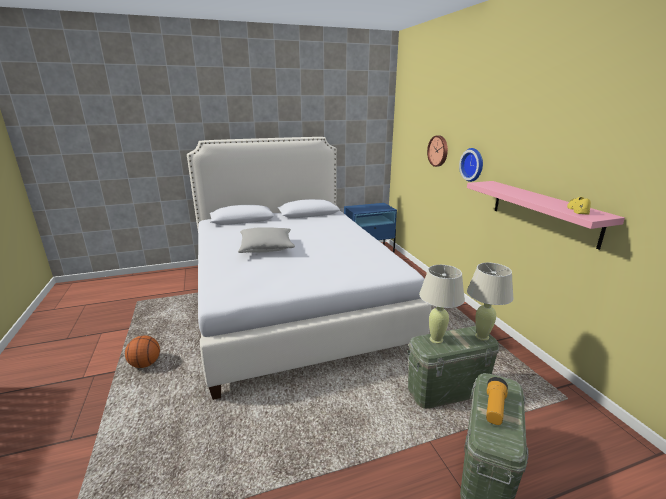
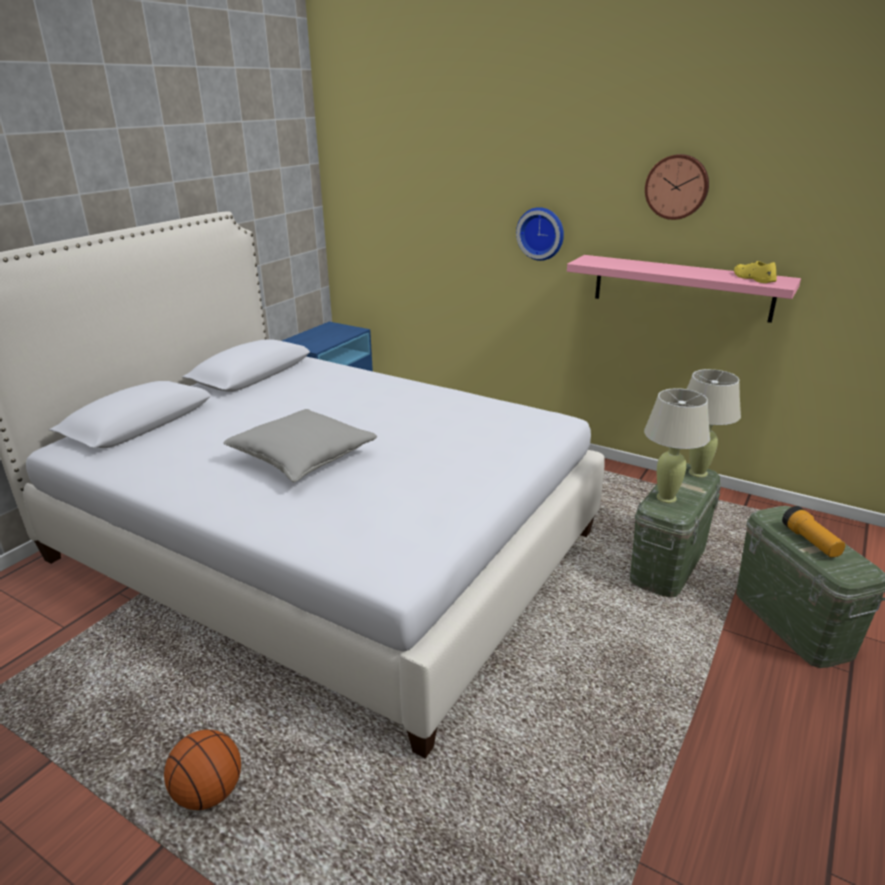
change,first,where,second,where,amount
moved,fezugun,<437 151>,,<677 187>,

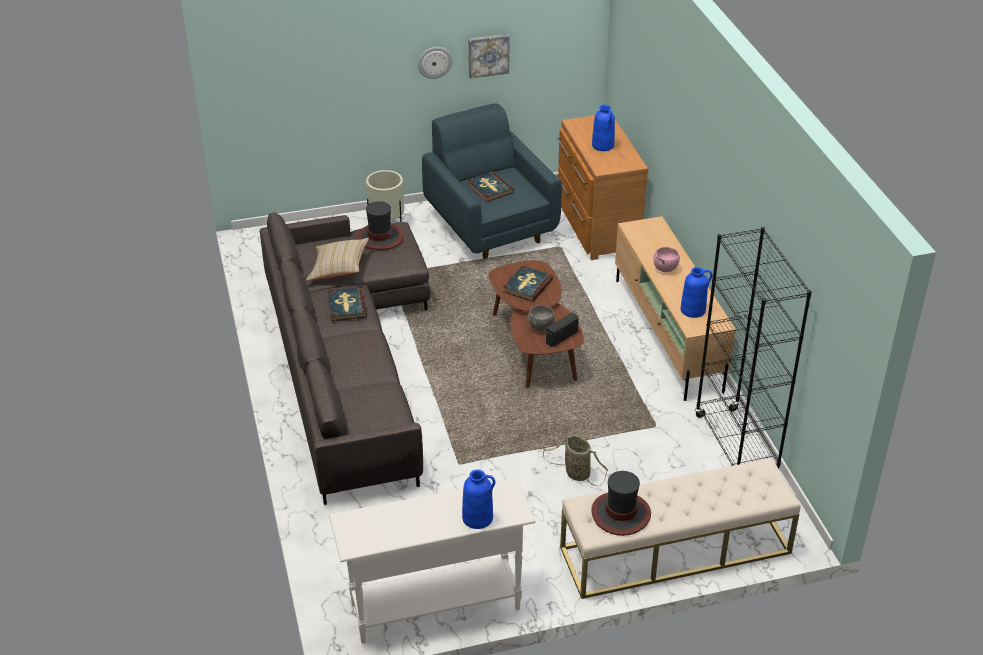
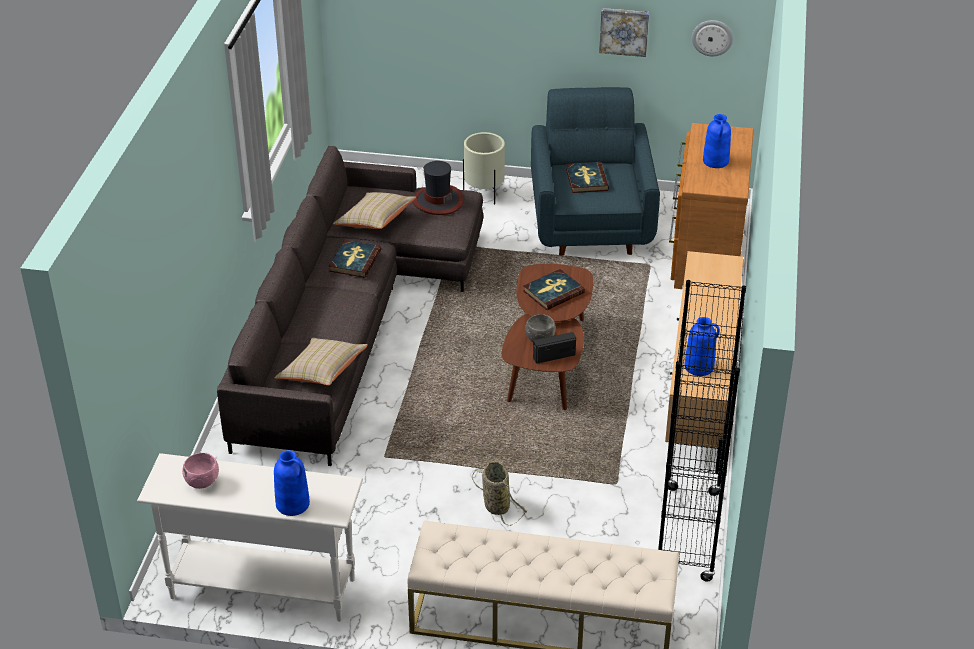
change,first,where,second,where,amount
moved,fezugun,<435 63>,,<712 38>,
removed,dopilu,<621 503>,,,
moved,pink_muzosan,<666 259>,,<200 471>,
added,,,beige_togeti,<321 361>,

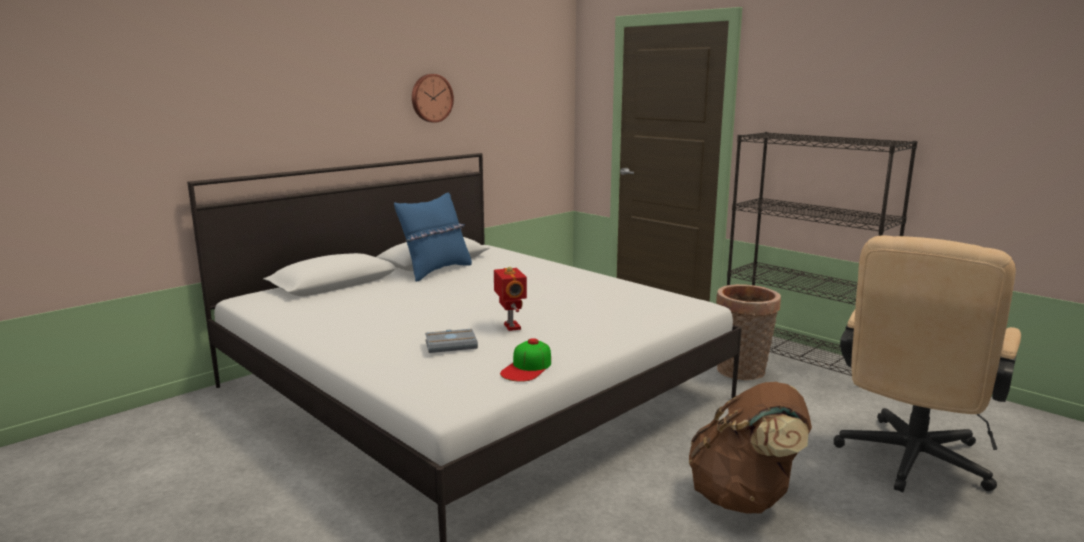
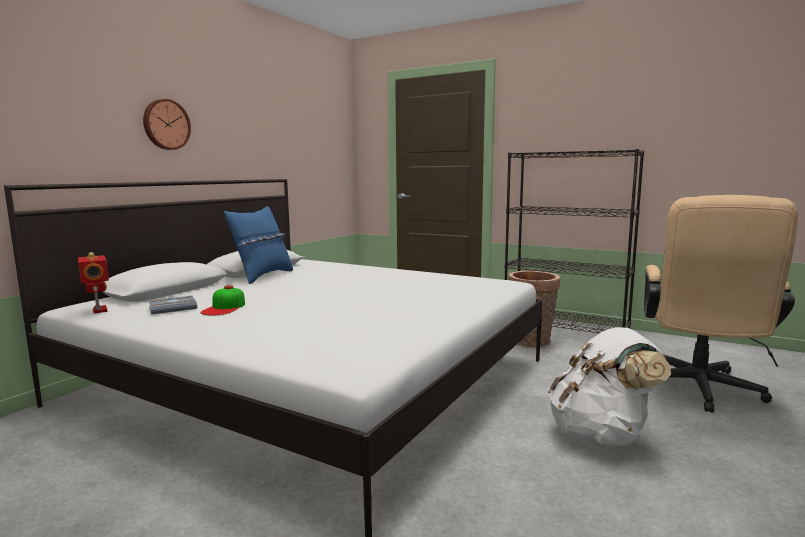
change,first,where,second,where,amount
moved,fezugun,<433 98>,,<167 124>,
moved,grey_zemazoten,<451 341>,,<173 305>,
moved,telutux,<510 299>,,<93 282>,
moved,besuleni,<525 360>,,<222 300>,
recoloured,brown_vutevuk,<750 447>,white_vutevuk,<609 386>,

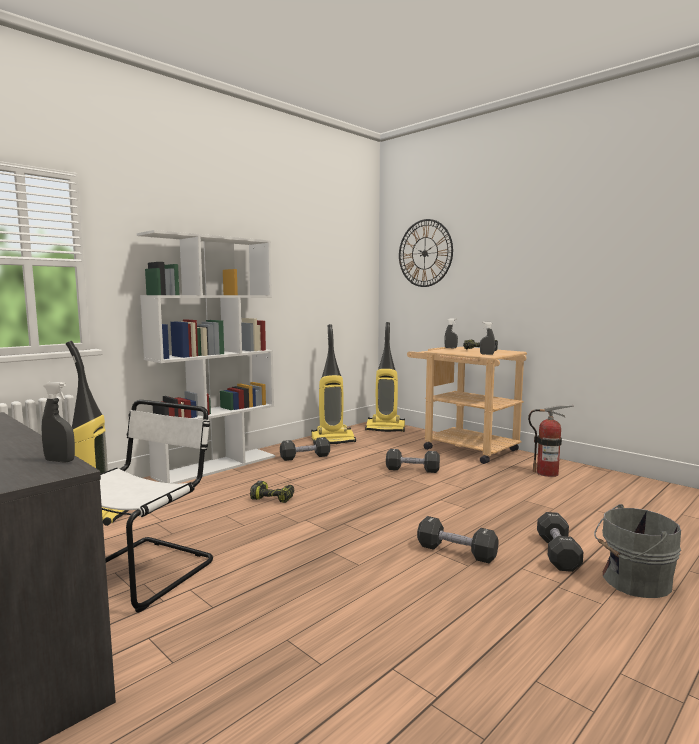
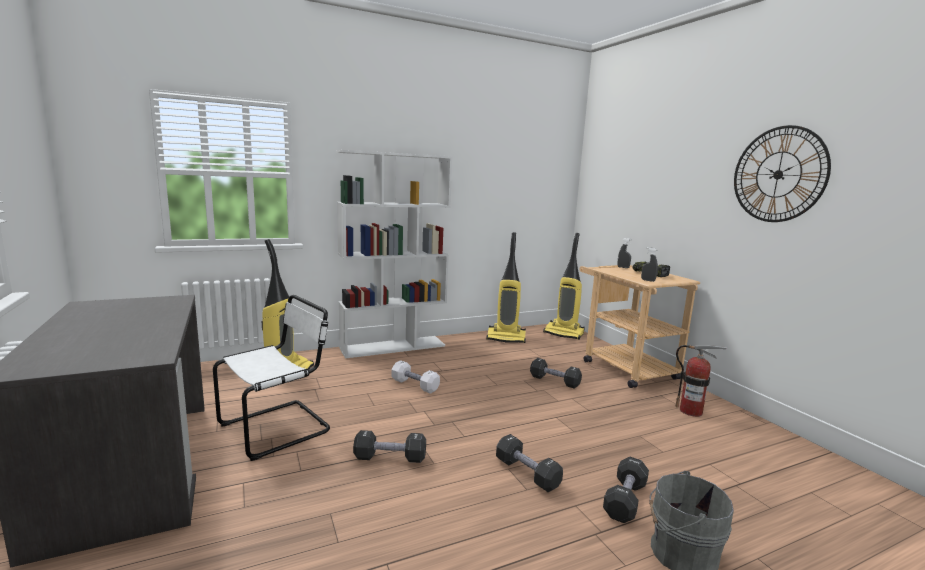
change,first,where,second,where,amount
removed,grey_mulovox,<58 422>,,,
replaced,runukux,<272 492>,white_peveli,<415 377>,
moved,black_peveli,<305 449>,,<389 446>,
moved,fezugun,<426 253>,,<782 173>,

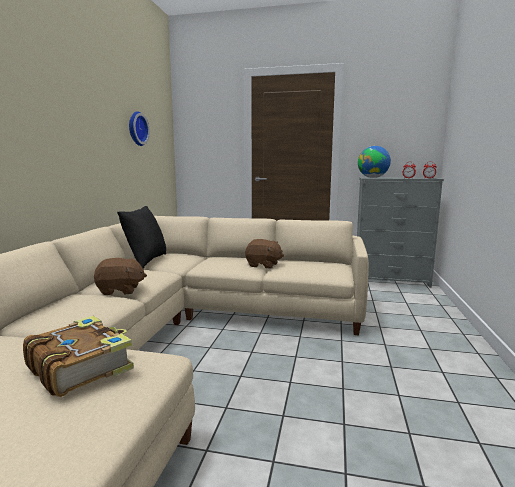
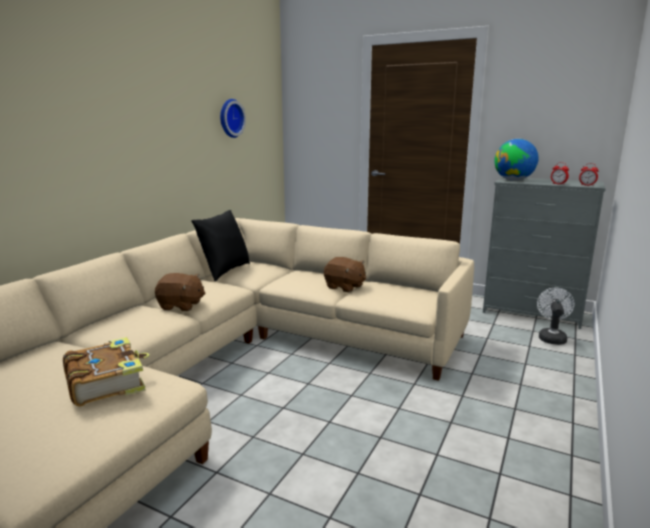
change,first,where,second,where,amount
added,,,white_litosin,<555 316>,

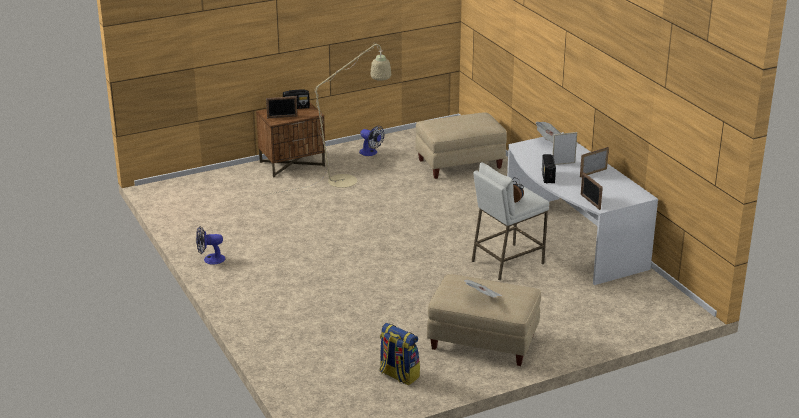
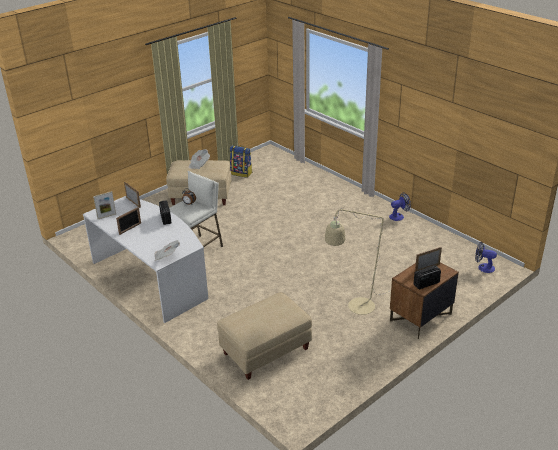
change,first,where,second,where,amount
moved,litosin,<371 141>,,<486 257>,
moved,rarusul,<564 148>,,<104 205>,

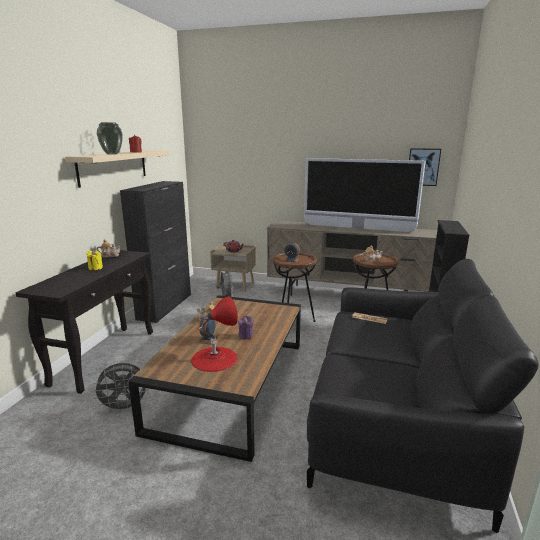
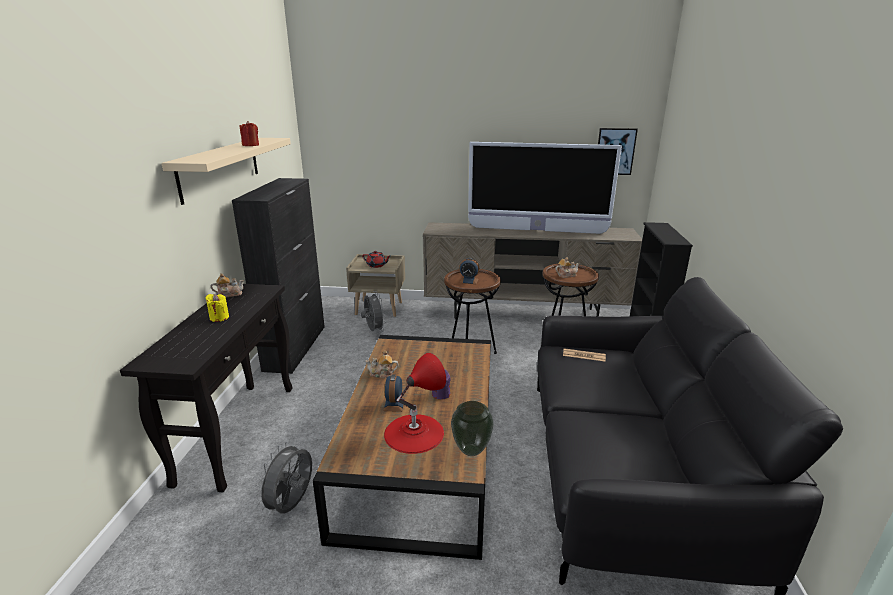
change,first,where,second,where,amount
turned,grey_litosin,<120 388>,,<283 477>,135 degrees clockwise
moved,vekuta,<110 138>,,<472 428>,

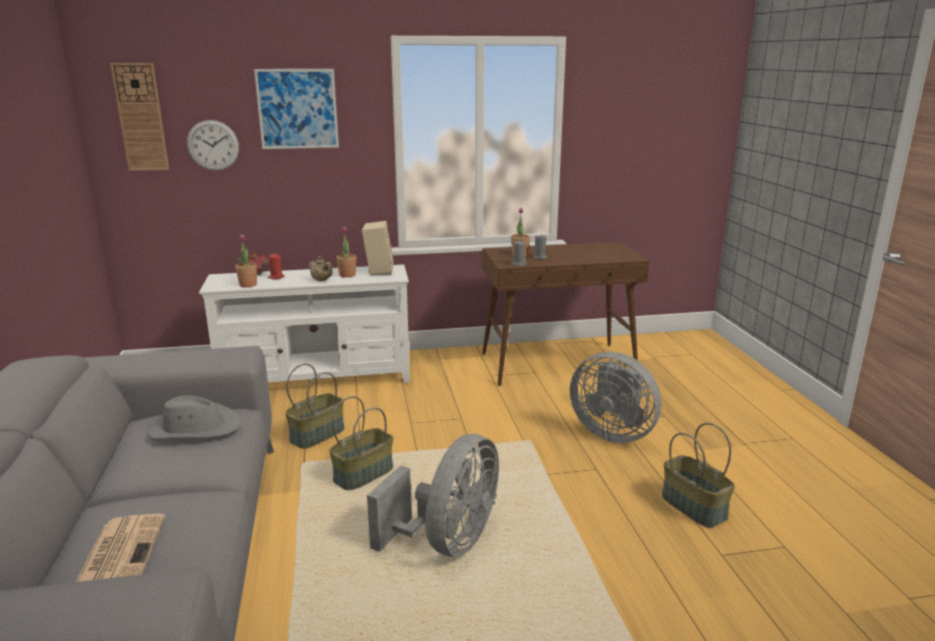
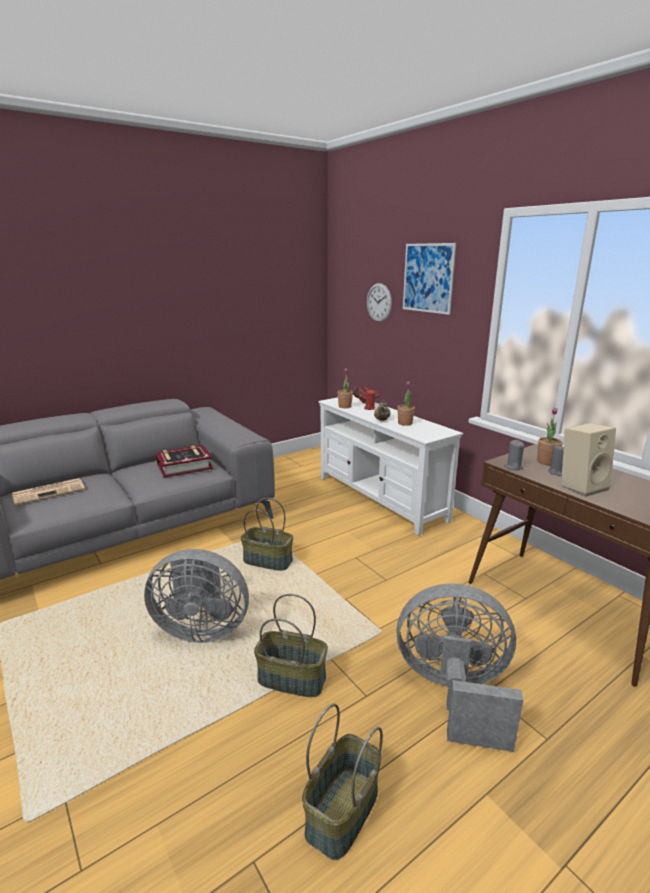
change,first,where,second,where,amount
removed,fezugun,<139 117>,,,
replaced,grey_dopilu,<194 417>,zemazoten,<184 461>,
moved,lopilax,<314 406>,,<291 645>,
moved,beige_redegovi,<378 248>,,<588 460>,
turned,grey_litosin,<615 397>,,<460 667>,90 degrees clockwise

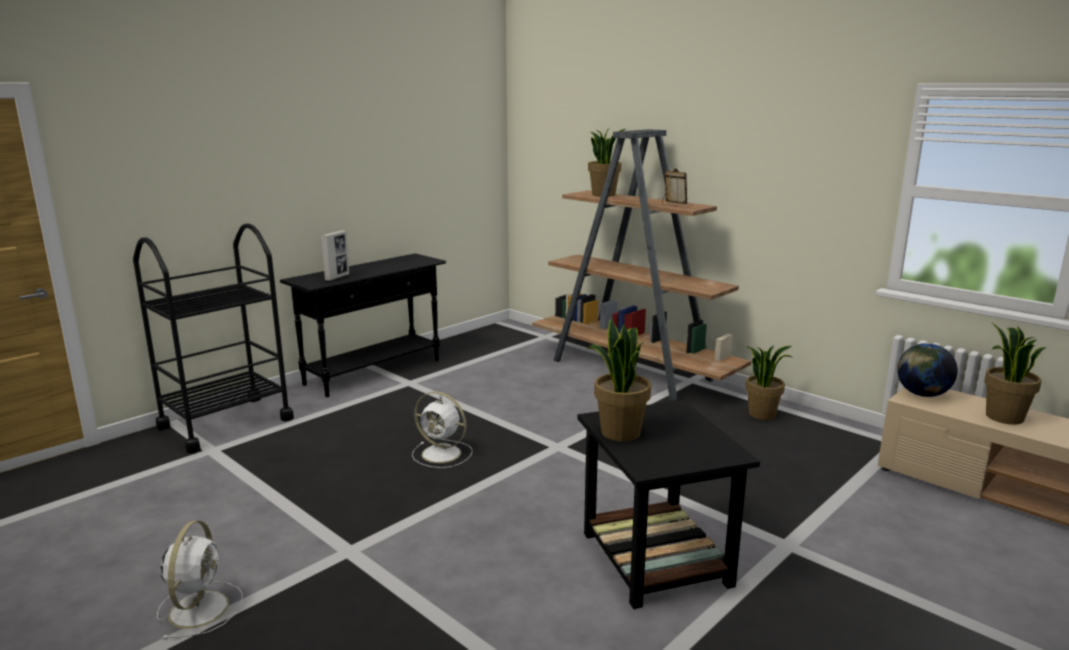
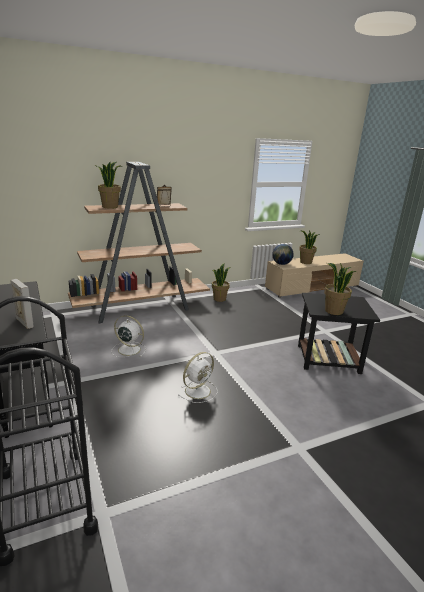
change,first,where,second,where,amount
moved,white_litosin,<200 580>,,<128 336>,

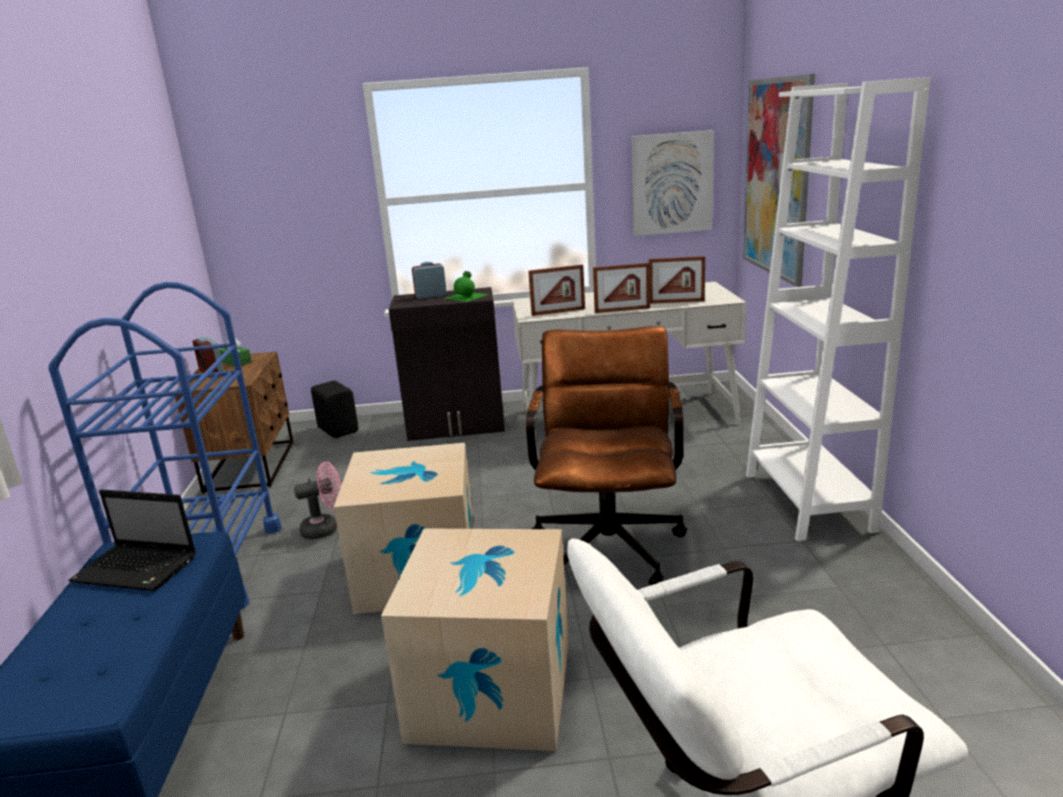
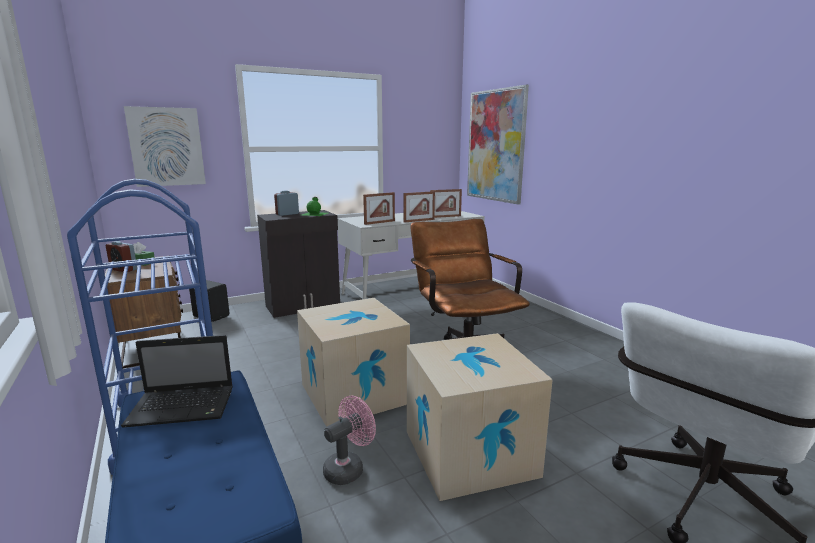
change,first,where,second,where,amount
moved,pink_litosin,<317 501>,,<349 440>,
moved,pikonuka,<672 183>,,<165 146>,
removed,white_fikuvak,<838 309>,,,

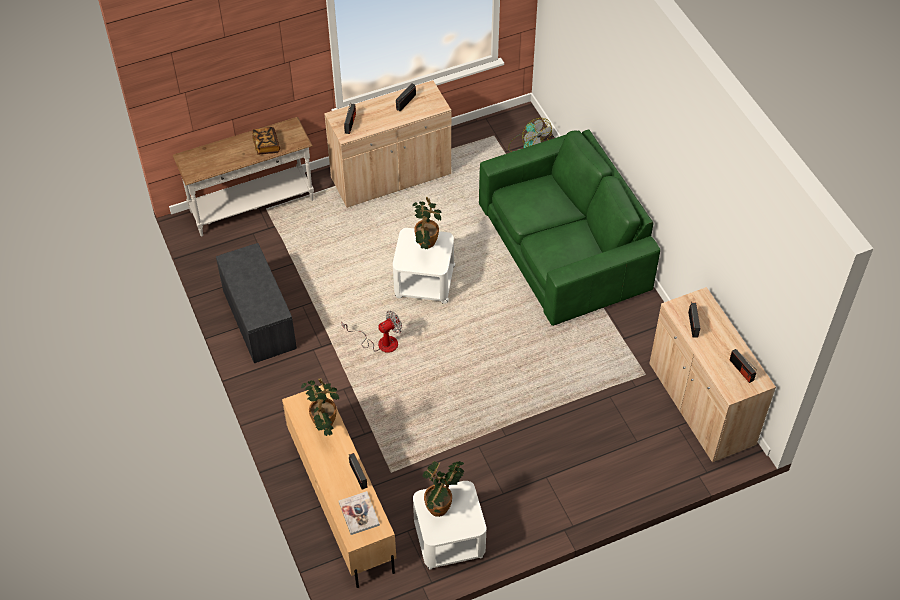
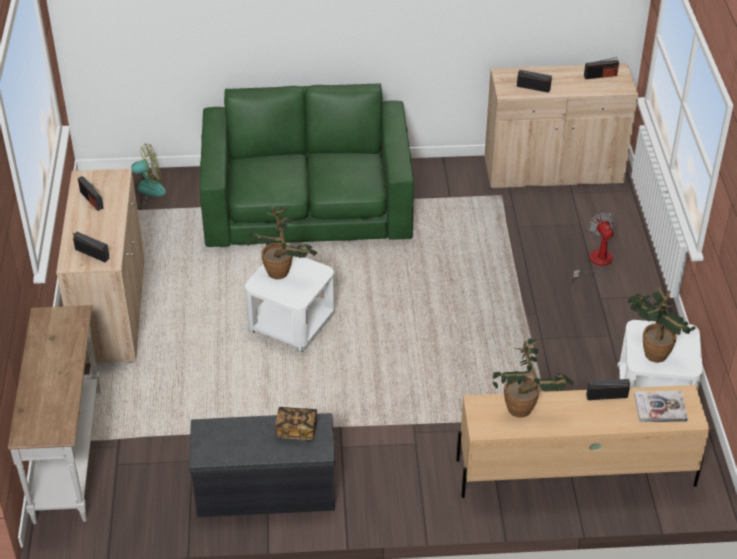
change,first,where,second,where,amount
moved,zemazoten,<266 140>,,<296 423>,
moved,litosin,<371 332>,,<594 247>,

